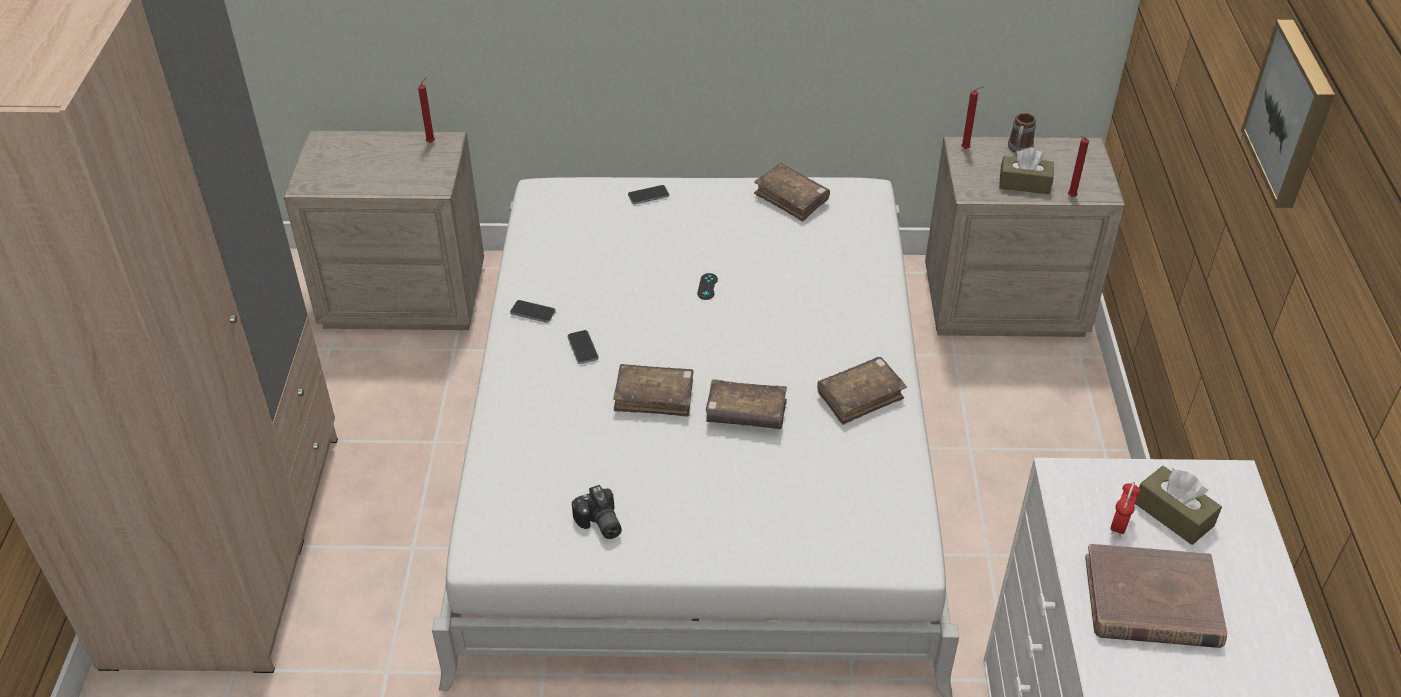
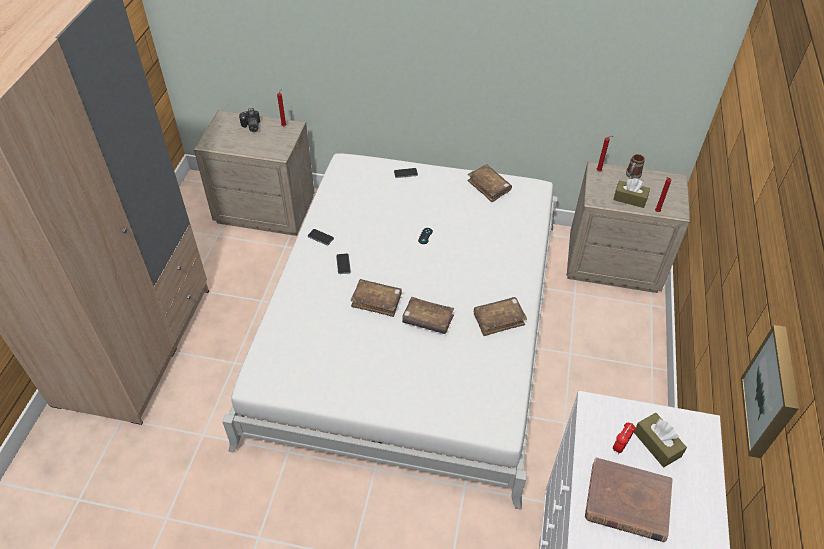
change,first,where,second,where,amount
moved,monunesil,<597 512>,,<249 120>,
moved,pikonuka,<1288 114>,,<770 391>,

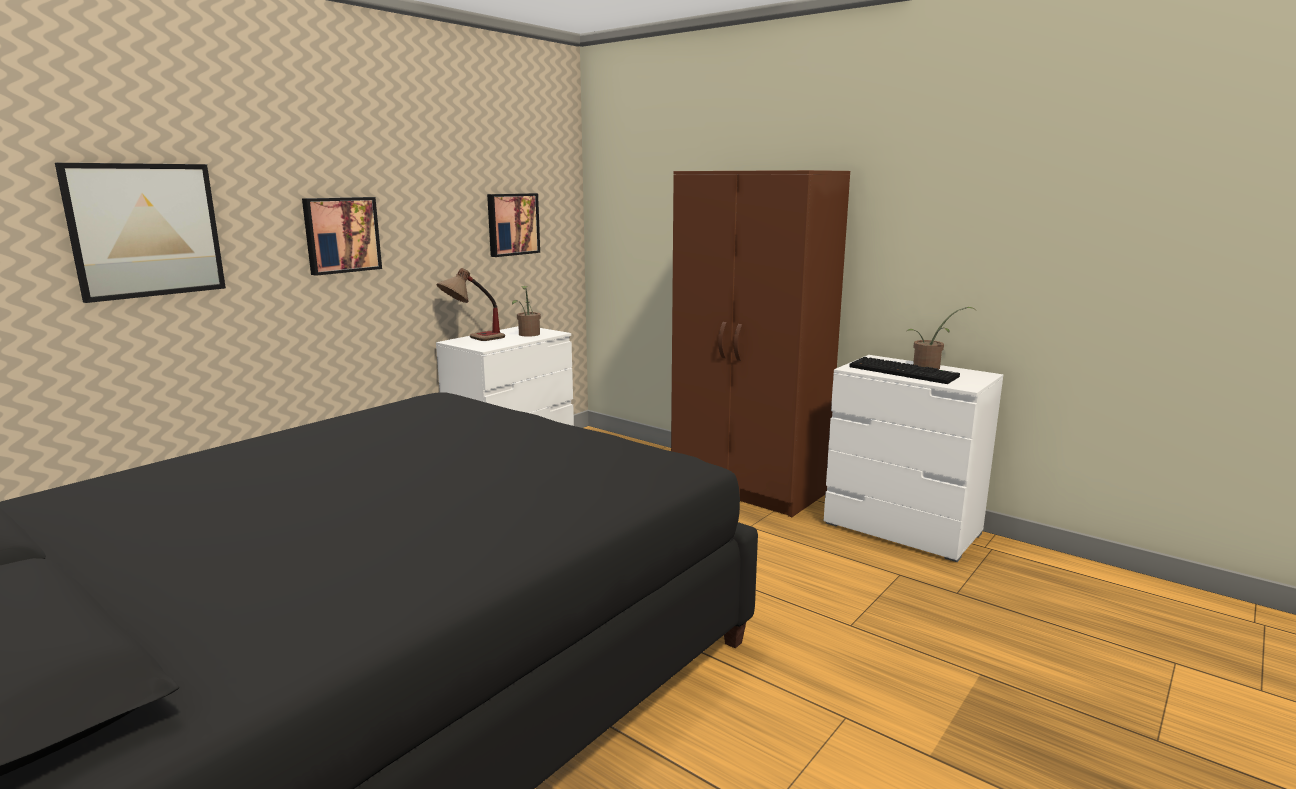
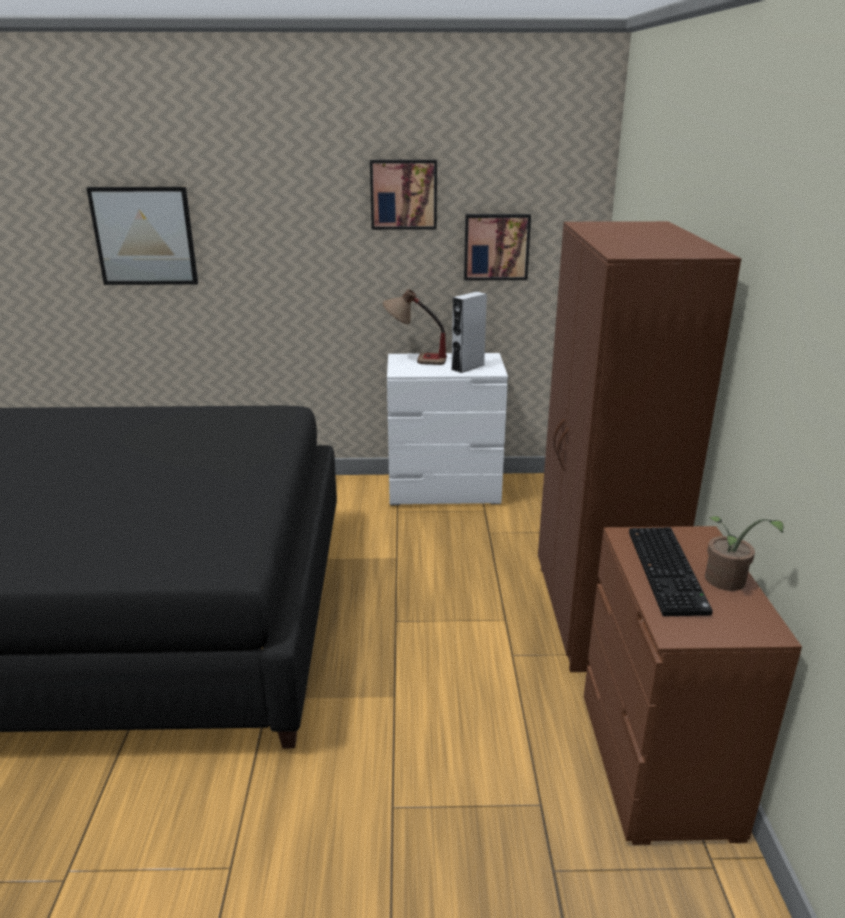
change,first,where,second,where,amount
moved,pikonuka,<342 236>,,<403 195>,
replaced,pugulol,<526 311>,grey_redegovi,<469 332>,
recoloured,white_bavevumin,<913 458>,brown_bavevumin,<693 685>,

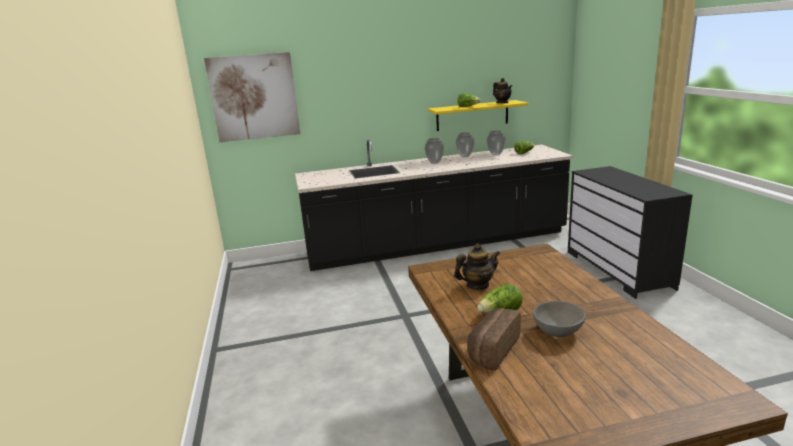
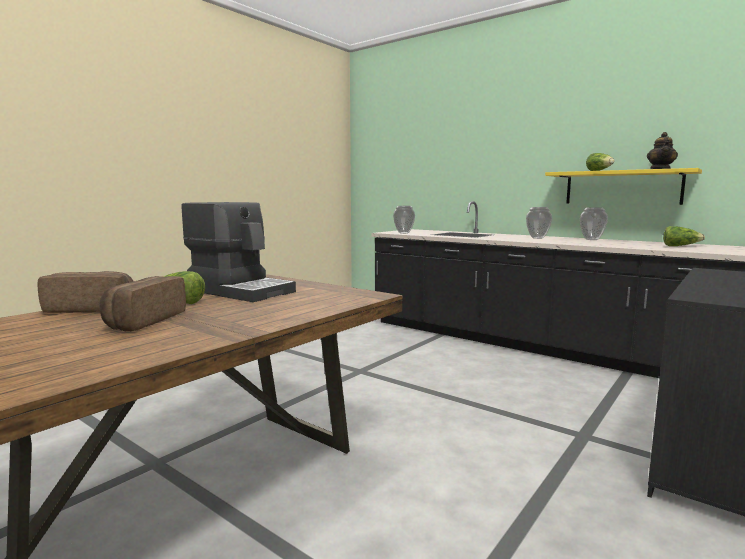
change,first,where,second,where,amount
removed,pikonuka,<252 97>,,,
replaced,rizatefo,<477 267>,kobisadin,<239 252>,
moved,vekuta,<496 142>,,<404 220>,
replaced,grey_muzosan,<559 319>,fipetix,<142 303>,

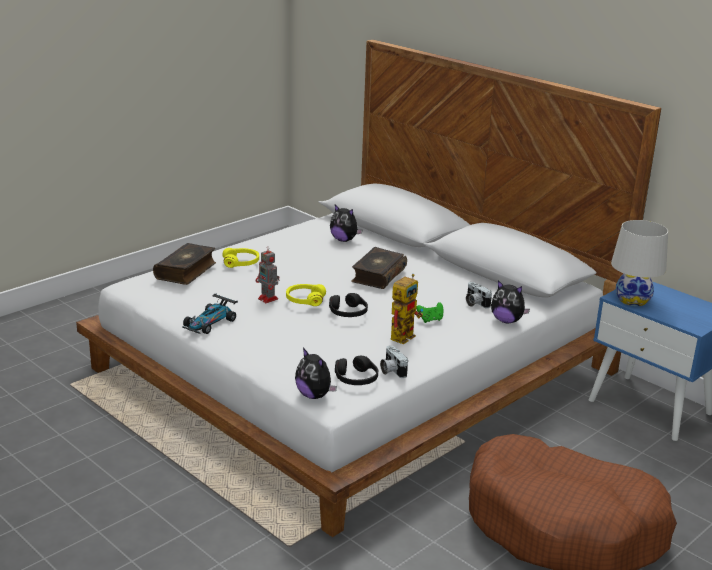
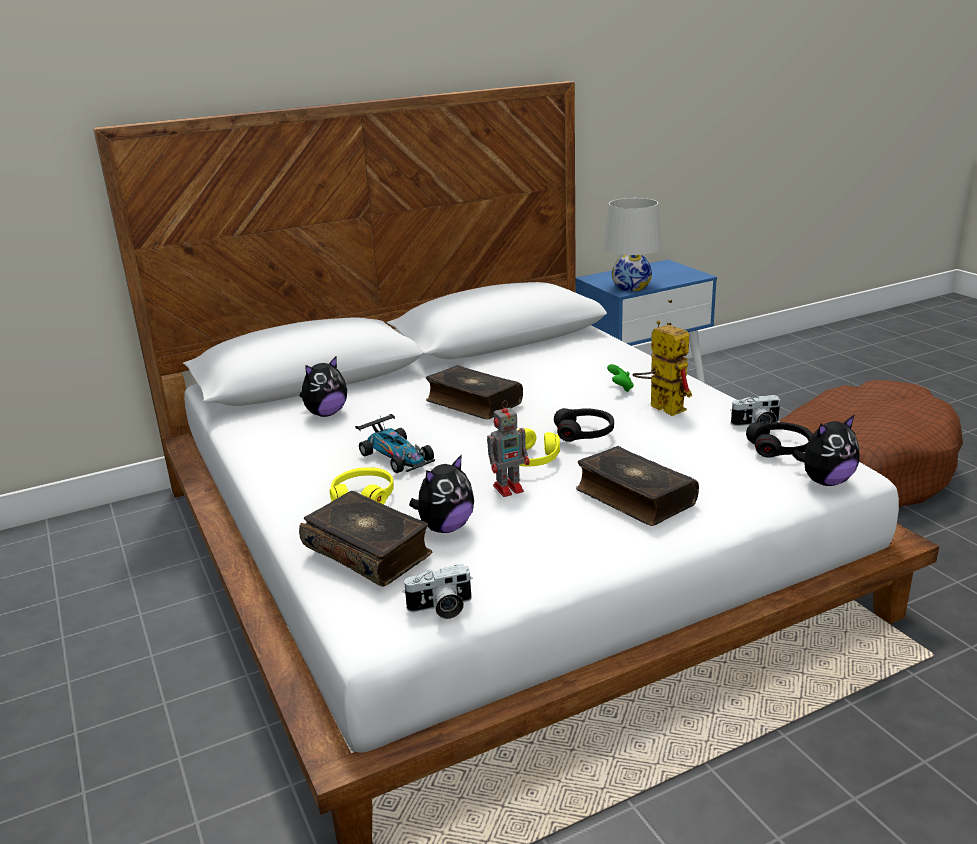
change,first,where,second,where,amount
moved,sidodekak,<210 314>,,<395 443>,
moved,monunesil,<479 295>,,<437 591>,
moved,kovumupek,<510 301>,,<441 493>,
added,,,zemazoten,<637 486>,

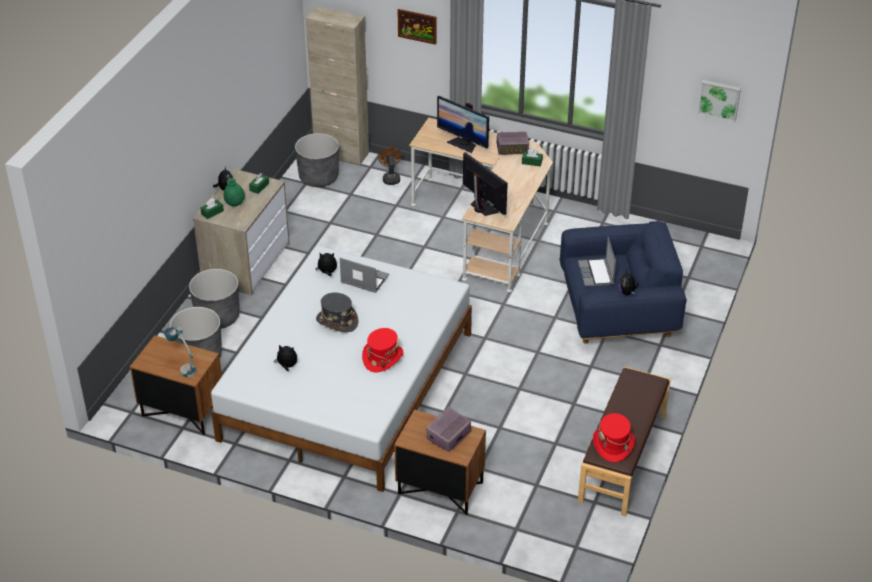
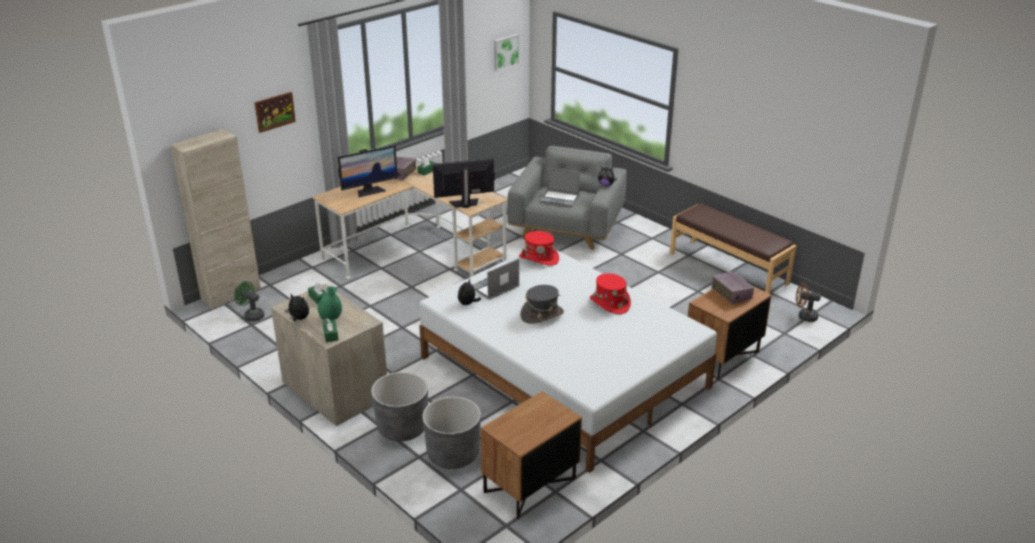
change,first,where,second,where,amount
removed,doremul,<180 351>,,,
removed,kovumupek,<285 358>,,,
replaced,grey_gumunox,<317 160>,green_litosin,<249 301>,
moved,brown_litosin,<389 166>,,<808 302>,
recoloured,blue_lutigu,<623 282>,grey_lutigu,<567 198>,
moved,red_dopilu,<614 437>,,<539 248>,

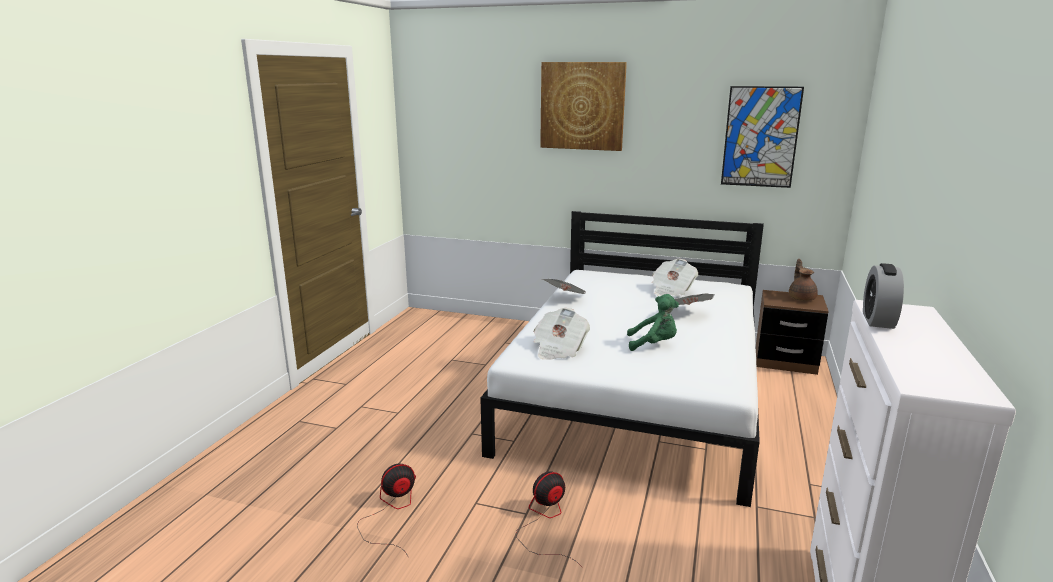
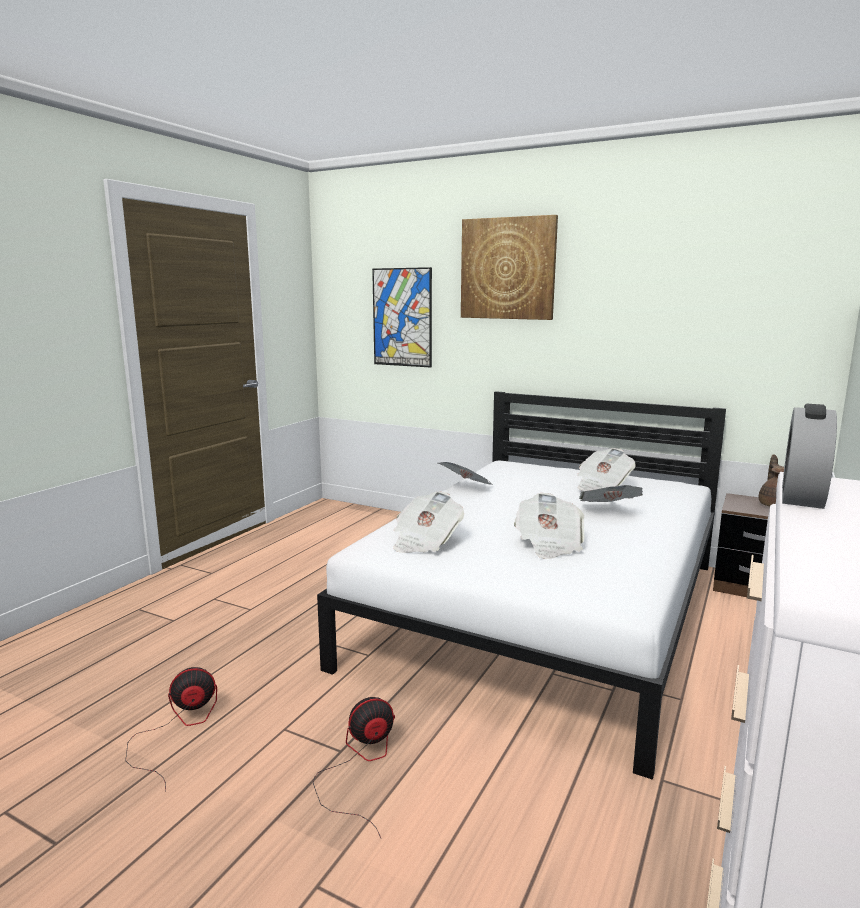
change,first,where,second,where,amount
replaced,green_kovumupek,<653 322>,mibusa,<549 526>,
moved,pikonuka,<762 137>,,<402 317>,

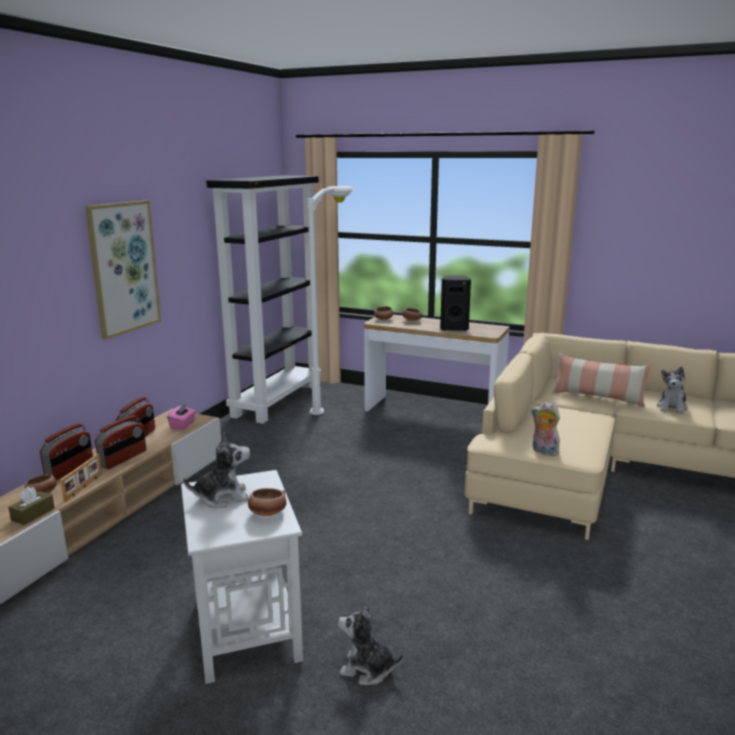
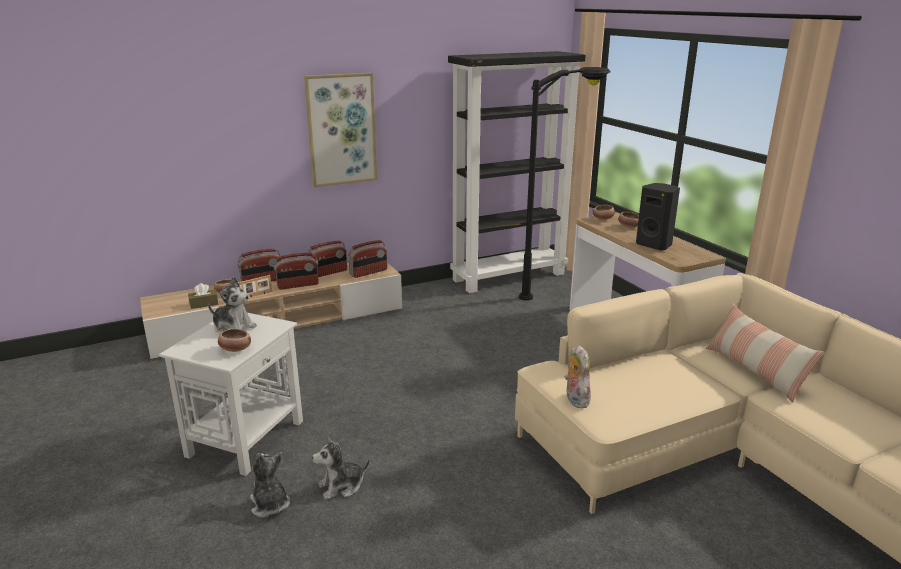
change,first,where,second,where,amount
replaced,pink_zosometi,<181 416>,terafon,<367 259>,
recoloured,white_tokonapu,<330 300>,black_tokonapu,<565 183>,
moved,kovumupek,<672 390>,,<341 468>,

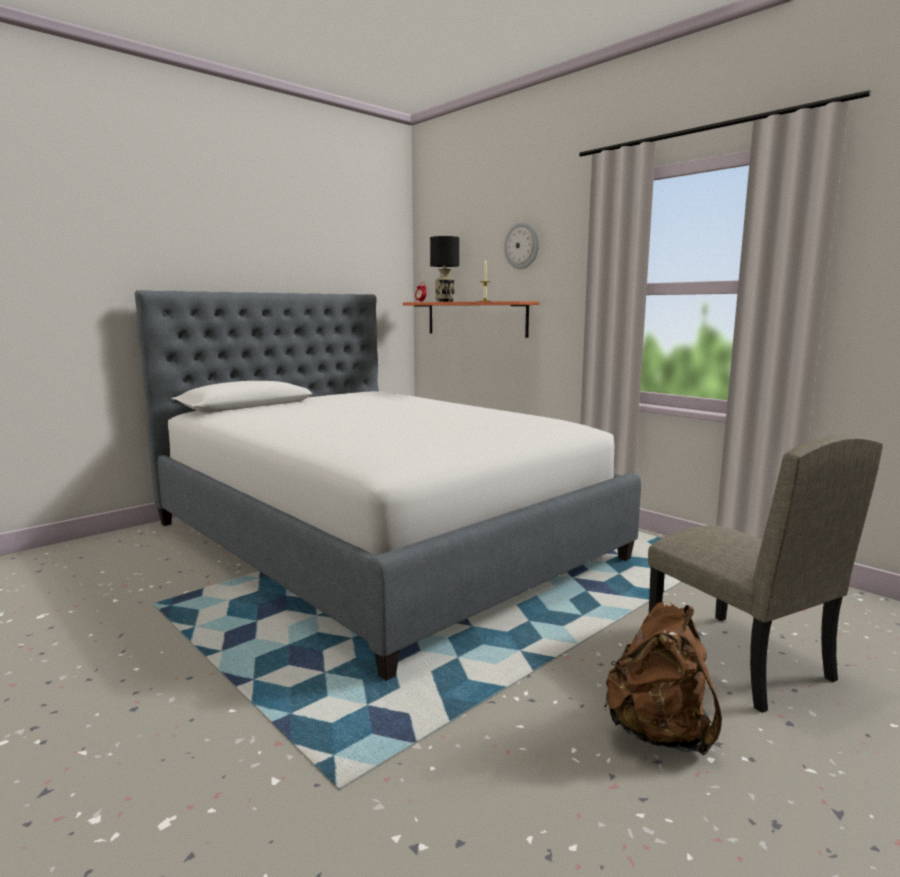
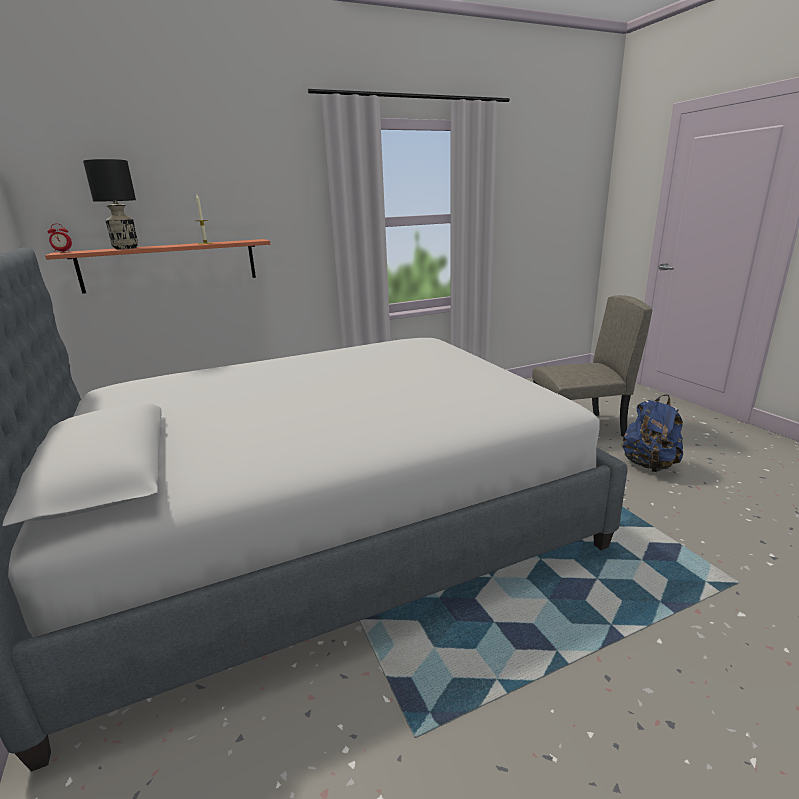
change,first,where,second,where,amount
removed,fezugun,<521 245>,,,
recoloured,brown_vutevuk,<663 678>,blue_vutevuk,<652 433>,

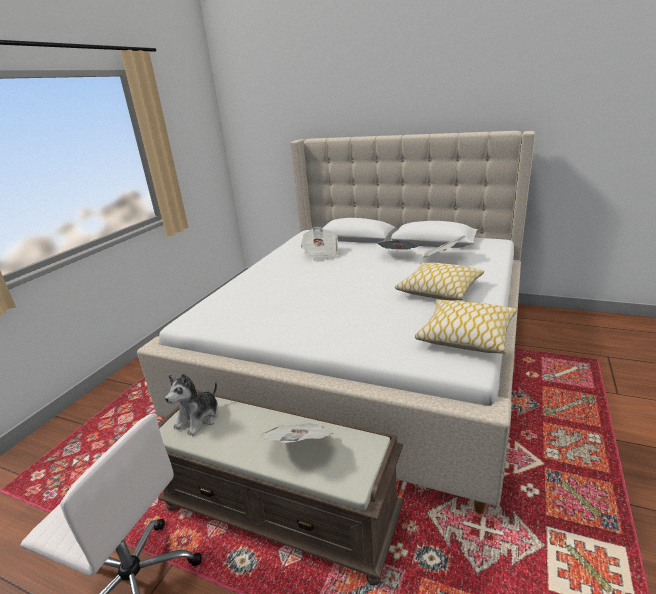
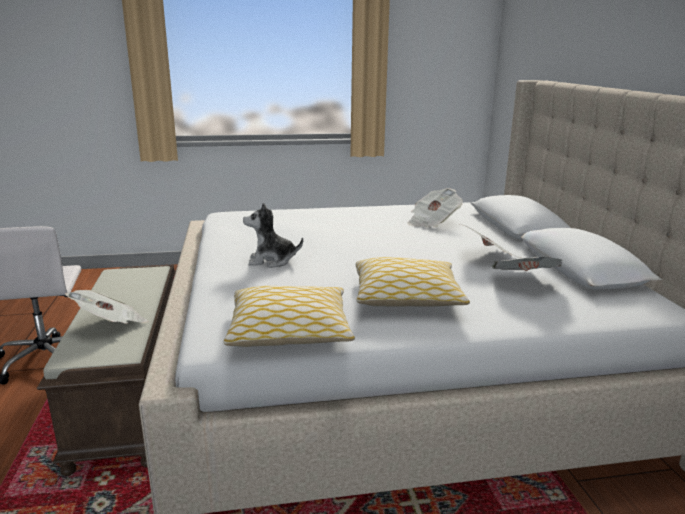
change,first,where,second,where,amount
moved,kovumupek,<192 404>,,<273 235>,

